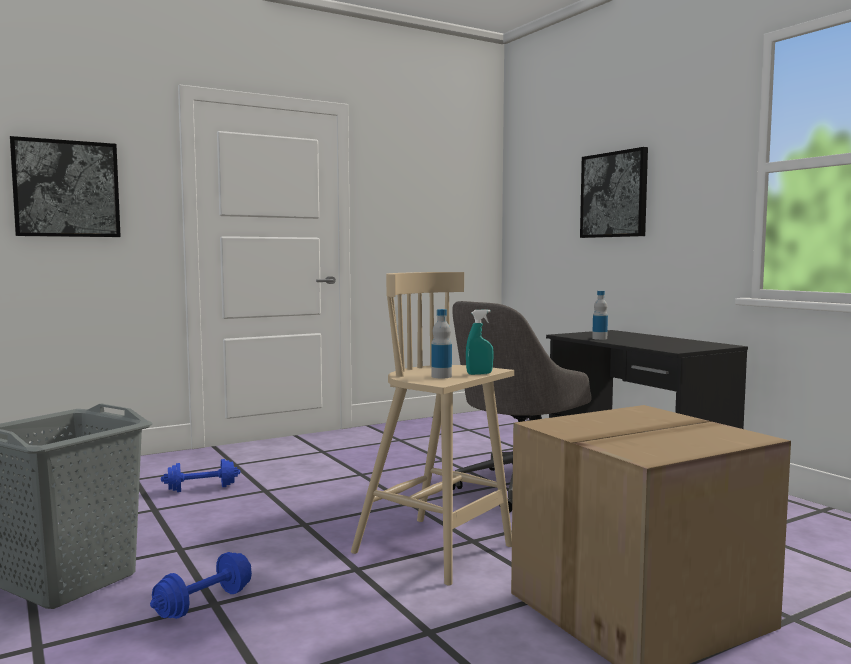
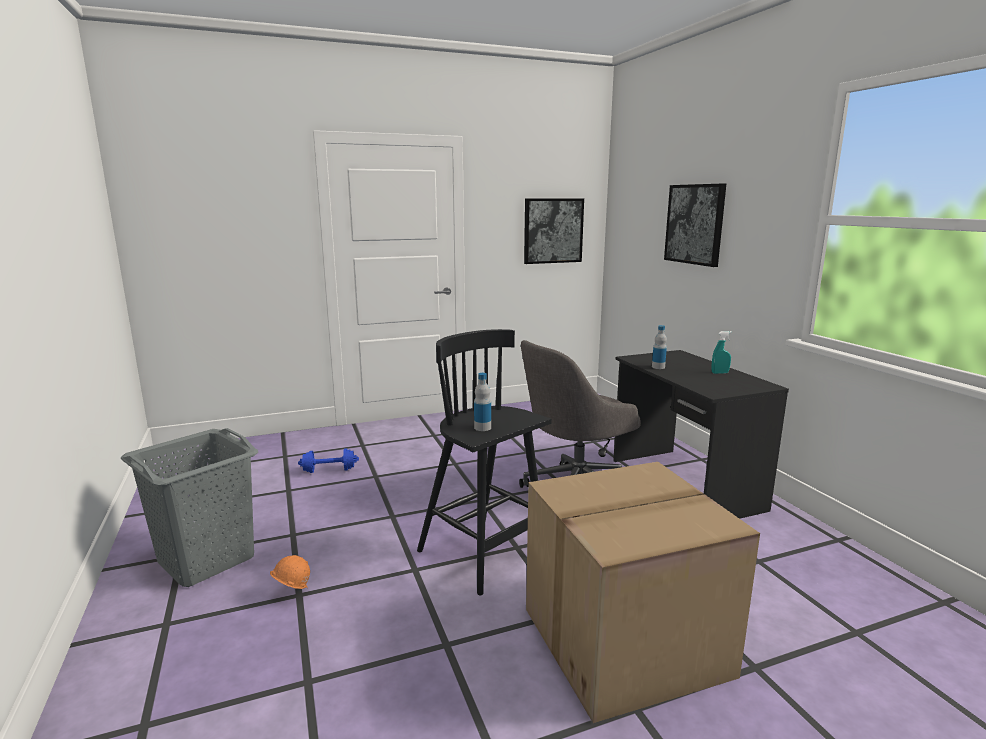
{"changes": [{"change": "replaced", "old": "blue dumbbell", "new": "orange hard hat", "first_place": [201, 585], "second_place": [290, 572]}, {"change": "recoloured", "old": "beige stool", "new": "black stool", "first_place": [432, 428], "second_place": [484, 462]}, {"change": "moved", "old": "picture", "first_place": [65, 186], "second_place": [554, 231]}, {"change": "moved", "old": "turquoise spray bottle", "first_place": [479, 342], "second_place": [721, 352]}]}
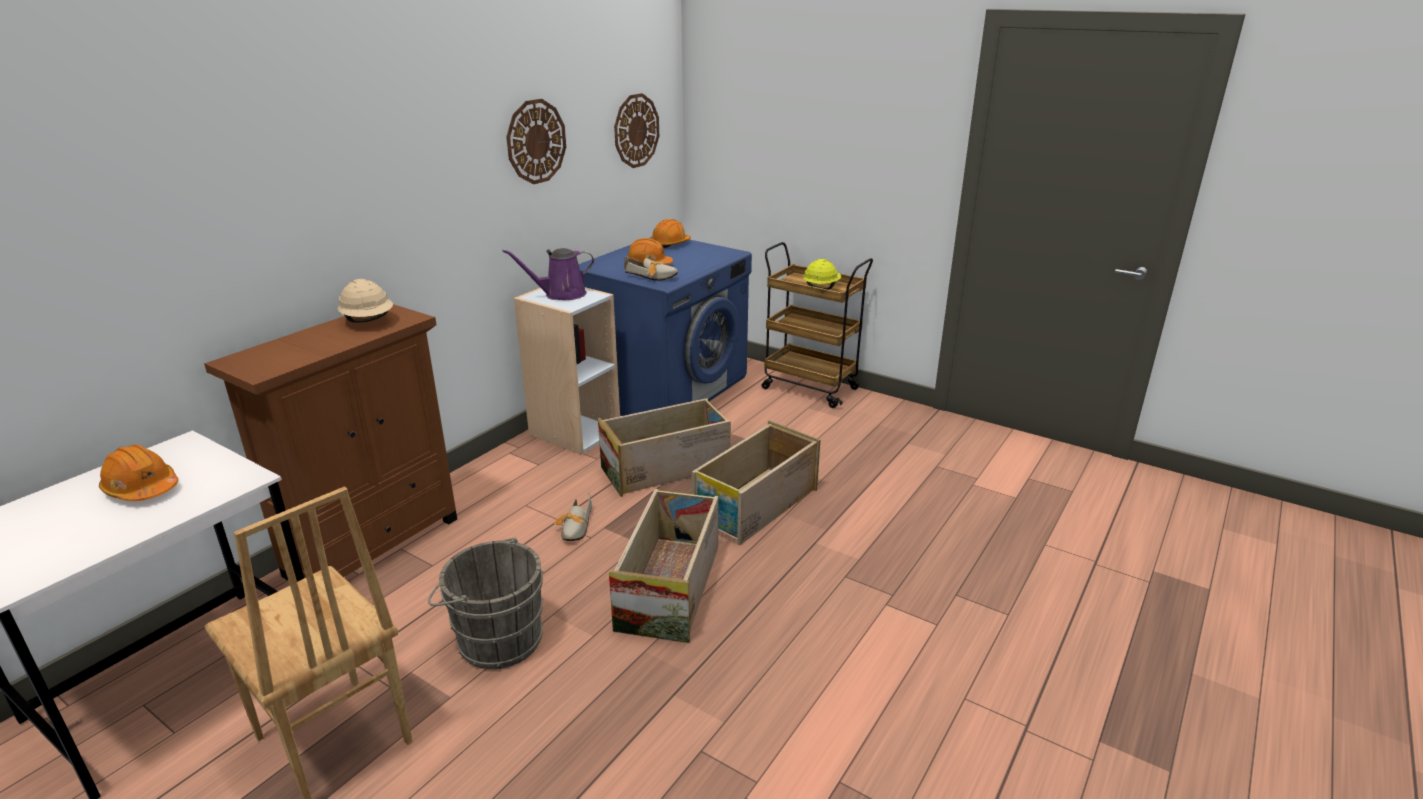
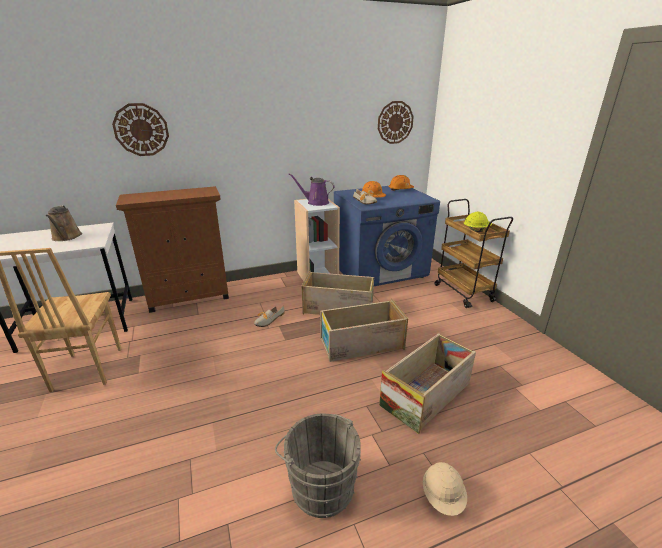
{"changes": [{"change": "replaced", "old": "orange hard hat", "new": "brown watering can", "first_place": [138, 473], "second_place": [64, 223]}, {"change": "moved", "old": "wall clock", "first_place": [536, 141], "second_place": [140, 129]}, {"change": "moved", "old": "grey bucket", "first_place": [485, 603], "second_place": [318, 465]}, {"change": "moved", "old": "crate", "first_place": [663, 566], "second_place": [427, 383]}, {"change": "moved", "old": "beige hard hat", "first_place": [365, 301], "second_place": [445, 489]}]}
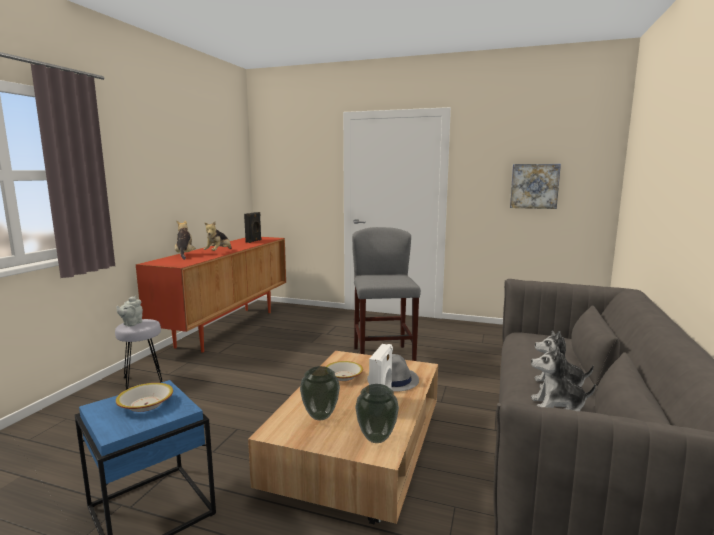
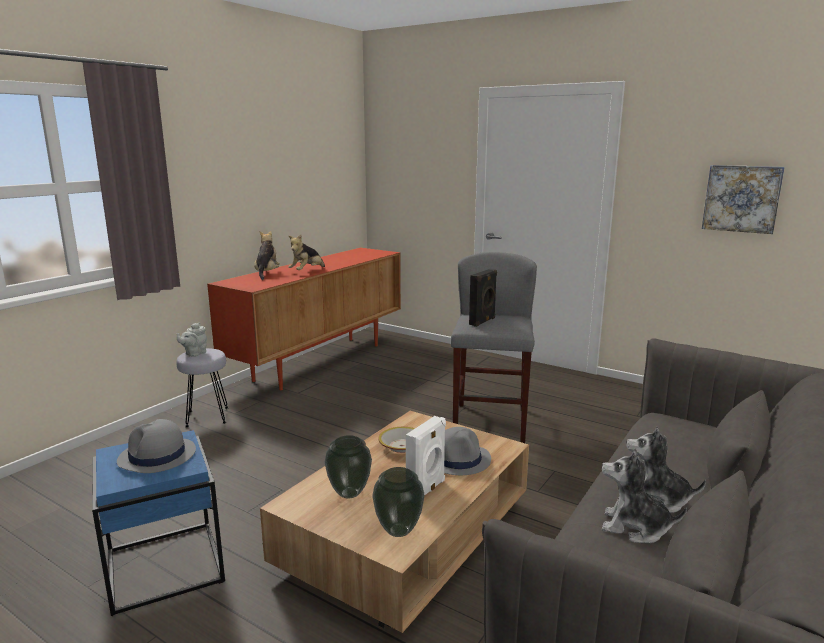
{"changes": [{"change": "replaced", "old": "bowl", "new": "grey hat", "first_place": [144, 397], "second_place": [156, 446]}, {"change": "moved", "old": "black speaker", "first_place": [253, 227], "second_place": [483, 298]}]}
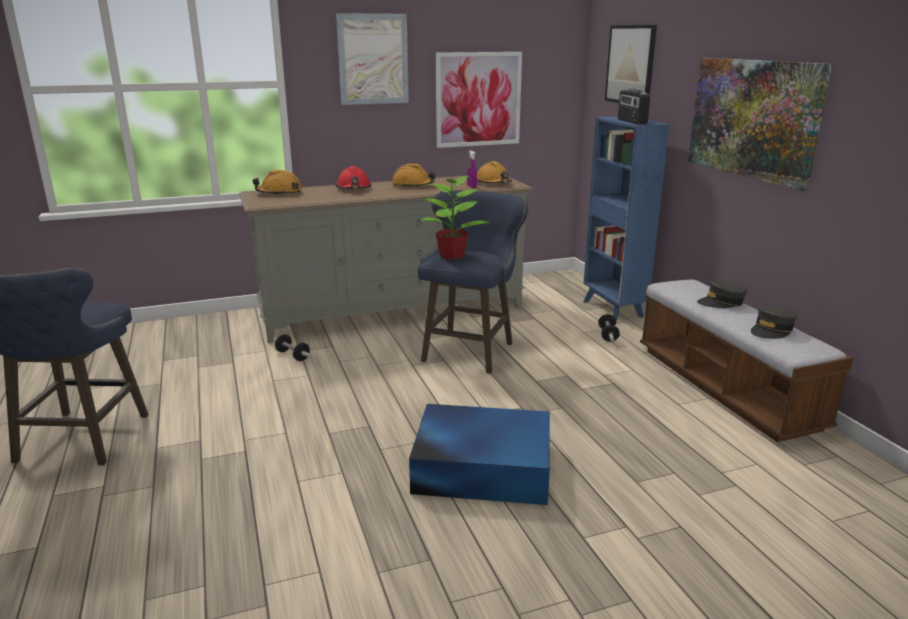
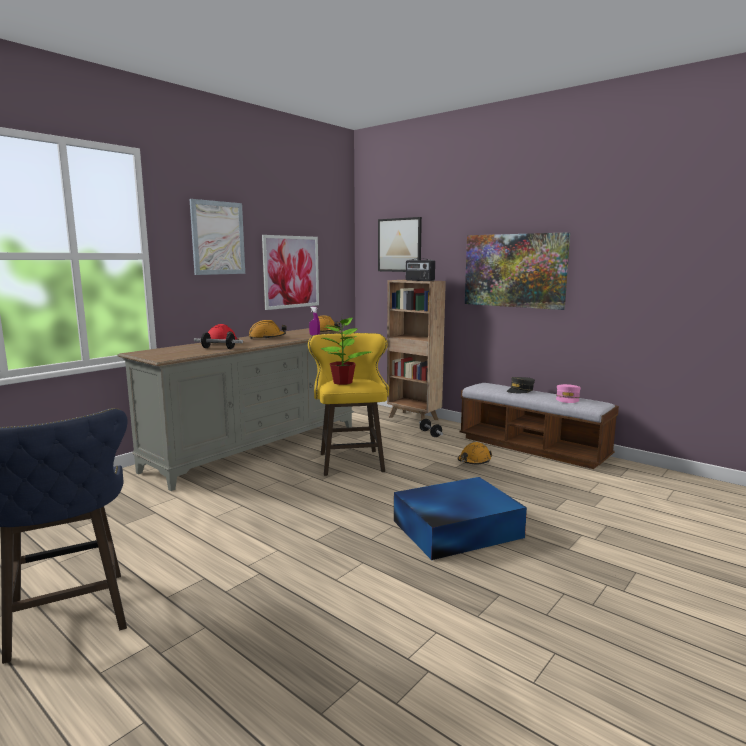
{"changes": [{"change": "moved", "old": "dumbbell", "first_place": [293, 347], "second_place": [218, 340]}, {"change": "recoloured", "old": "blue stool", "new": "yellow stool", "first_place": [473, 282], "second_place": [348, 404]}, {"change": "recoloured", "old": "blue bookcase", "new": "brown bookcase", "first_place": [626, 218], "second_place": [416, 350]}, {"change": "moved", "old": "orange hard hat", "first_place": [277, 182], "second_place": [475, 453]}, {"change": "recoloured", "old": "grey cap", "new": "pink cap", "first_place": [774, 322], "second_place": [568, 393]}]}
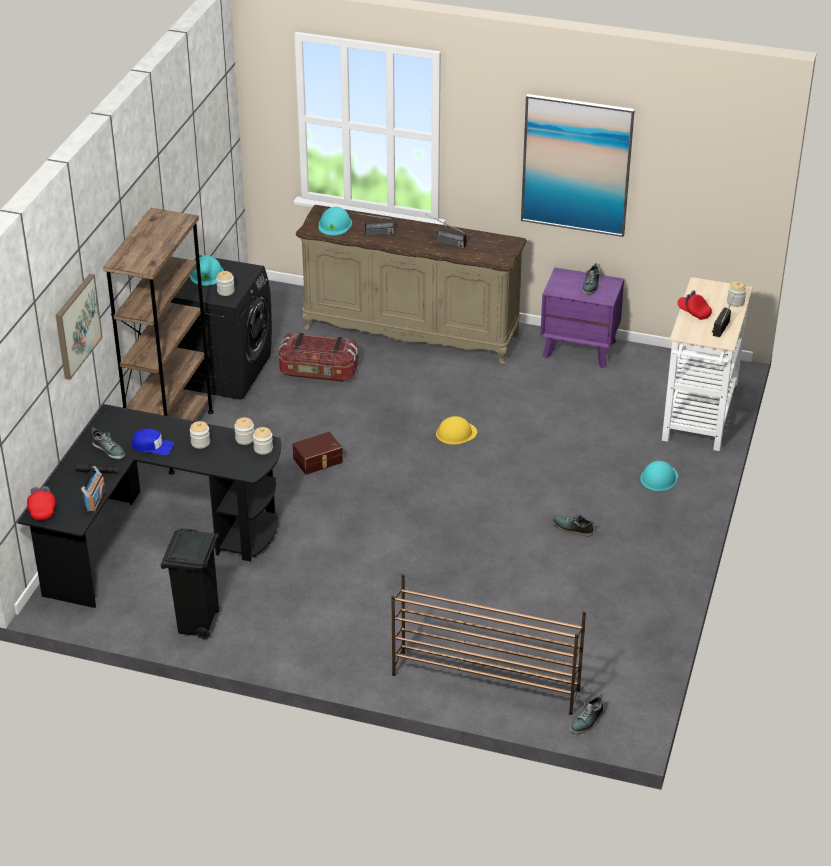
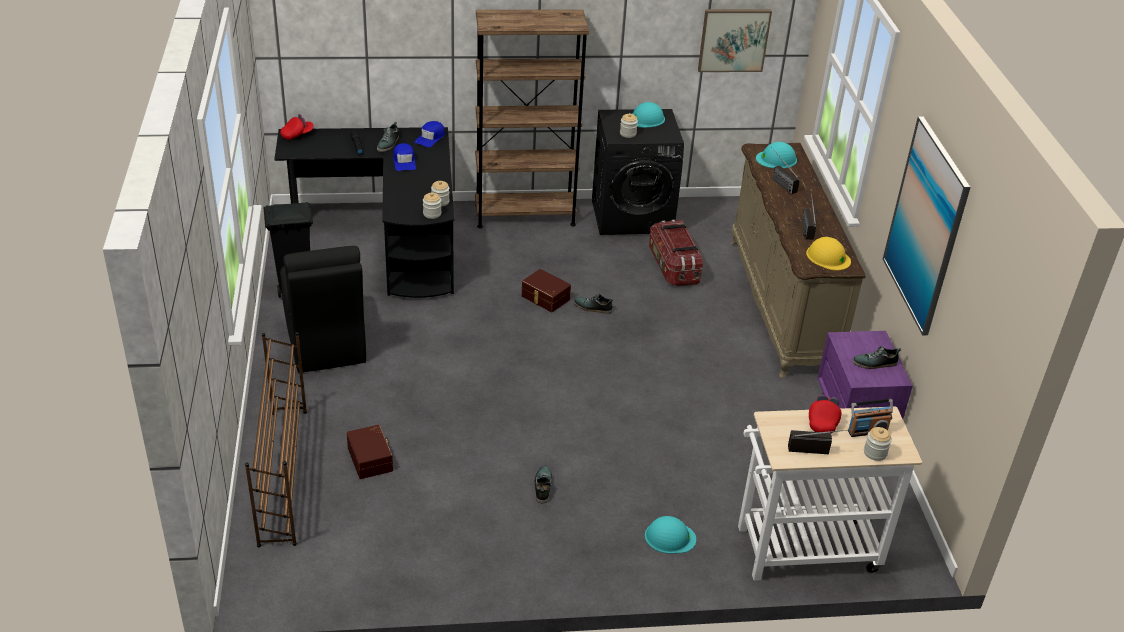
{"changes": [{"change": "added", "new": "black chair", "second_place": [323, 309]}, {"change": "added", "new": "brown storage box", "second_place": [370, 452]}, {"change": "added", "new": "blue cap", "second_place": [430, 134]}, {"change": "moved", "old": "shoe", "first_place": [586, 714], "second_place": [594, 304]}, {"change": "moved", "old": "picture", "first_place": [79, 327], "second_place": [735, 40]}, {"change": "moved", "old": "yellow hard hat", "first_place": [456, 430], "second_place": [828, 254]}, {"change": "moved", "old": "radio", "first_place": [93, 489], "second_place": [870, 418]}, {"change": "removed", "old": "jar", "first_place": [200, 435]}]}
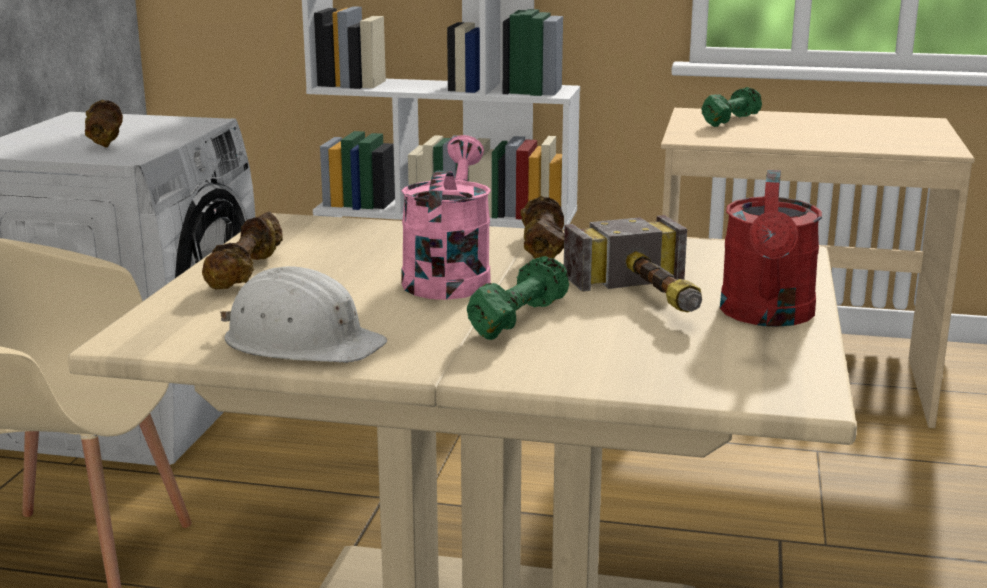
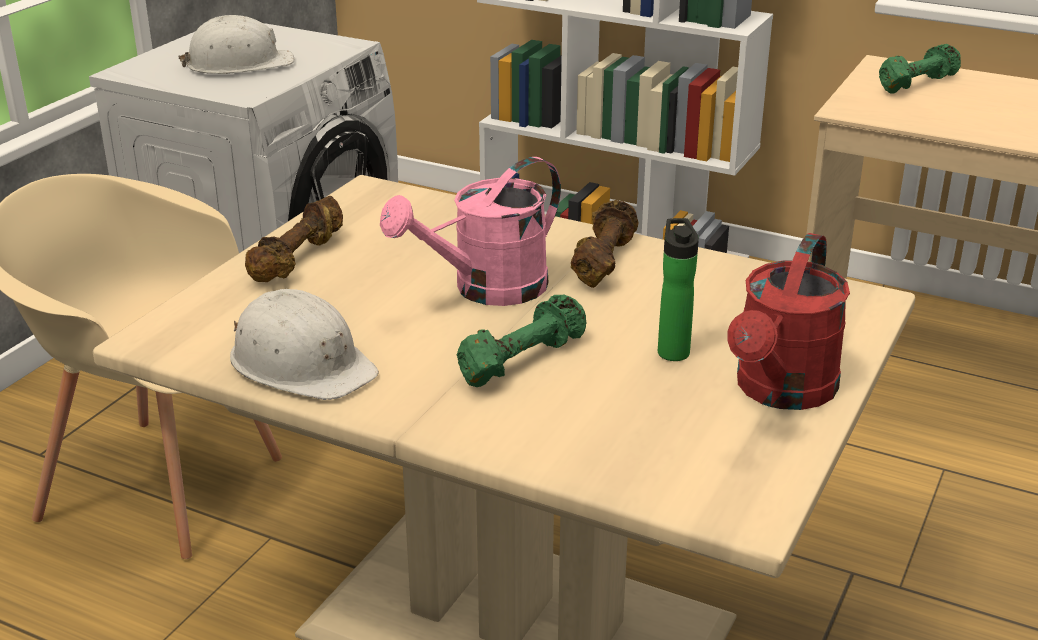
{"changes": [{"change": "replaced", "old": "brown dumbbell", "new": "white hard hat", "first_place": [104, 123], "second_place": [236, 44]}, {"change": "turned", "old": "pink watering can", "first_place": [446, 217], "second_place": [470, 231], "degrees": -150}, {"change": "replaced", "old": "hammer", "new": "bottle", "first_place": [633, 263], "second_place": [678, 289]}]}
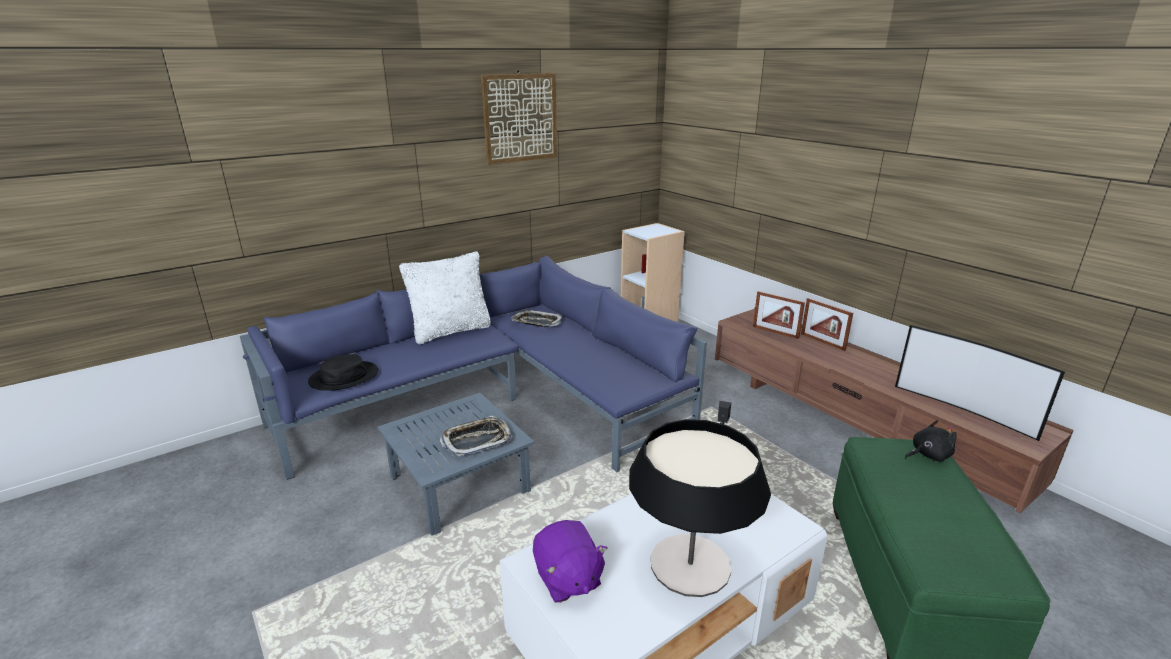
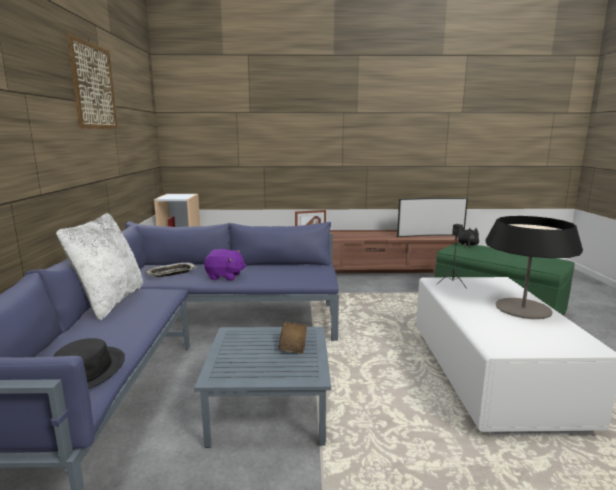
{"changes": [{"change": "moved", "old": "purple plush toy", "first_place": [570, 561], "second_place": [225, 264]}, {"change": "replaced", "old": "tray", "new": "brown book", "first_place": [476, 436], "second_place": [292, 337]}, {"change": "removed", "old": "picture frame", "first_place": [827, 324]}]}
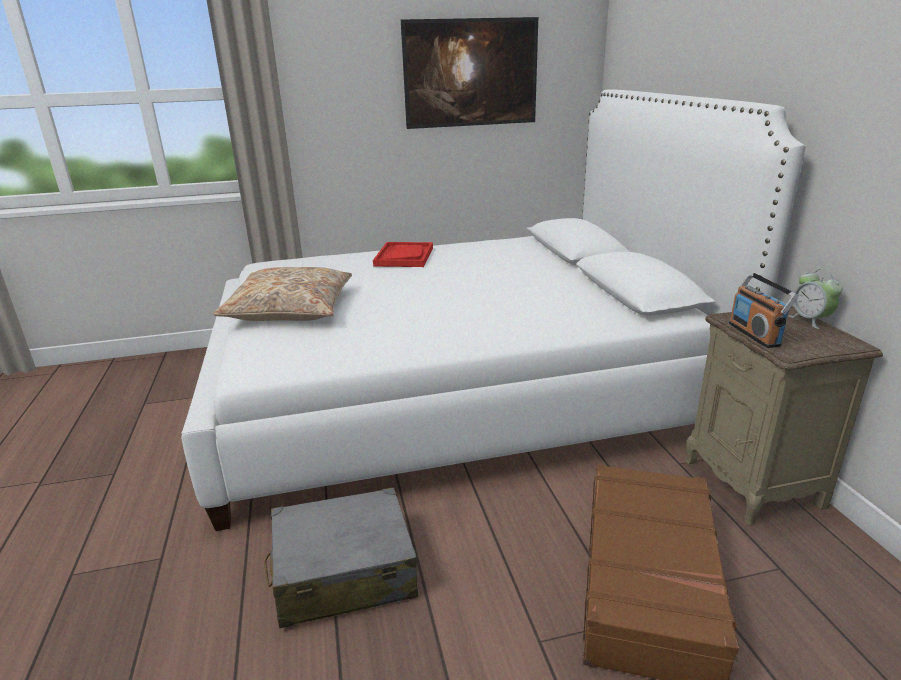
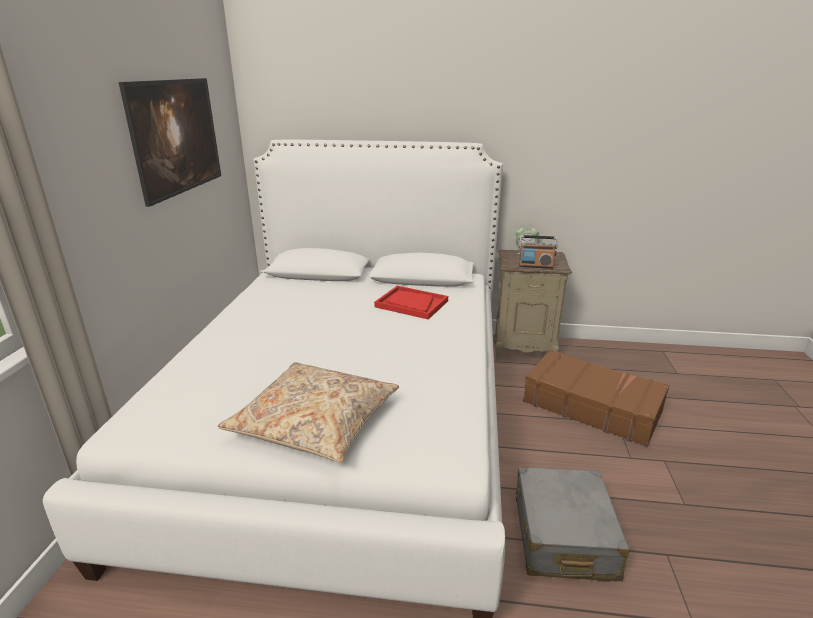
{"changes": [{"change": "moved", "old": "red tray", "first_place": [403, 254], "second_place": [411, 302]}]}
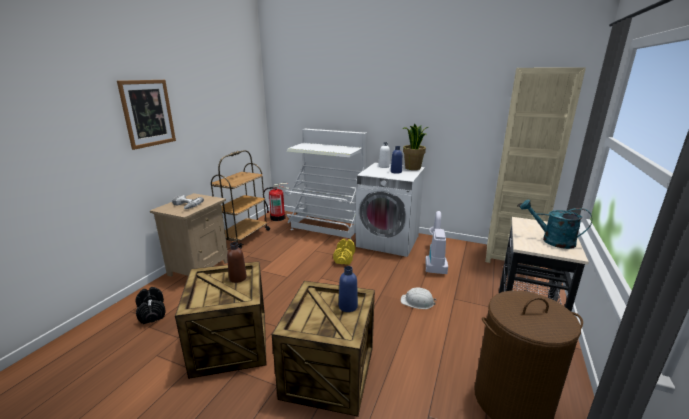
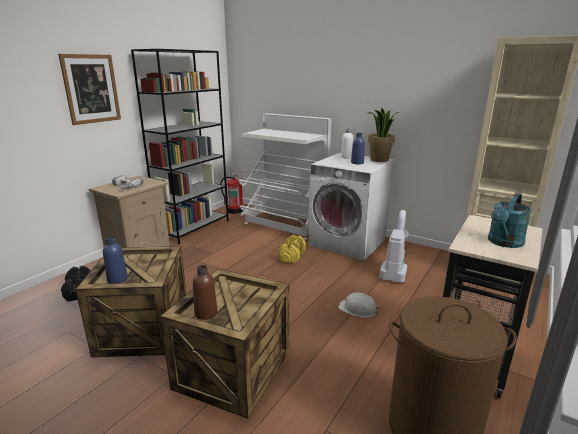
{"changes": [{"change": "moved", "old": "blue bottle", "first_place": [348, 289], "second_place": [115, 259]}, {"change": "replaced", "old": "brown cart", "new": "grey bookcase", "first_place": [240, 199], "second_place": [180, 146]}, {"change": "moved", "old": "brown bottle", "first_place": [237, 262], "second_place": [205, 292]}, {"change": "turned", "old": "turquoise watering can", "first_place": [556, 224], "second_place": [510, 220], "degrees": -90}]}
